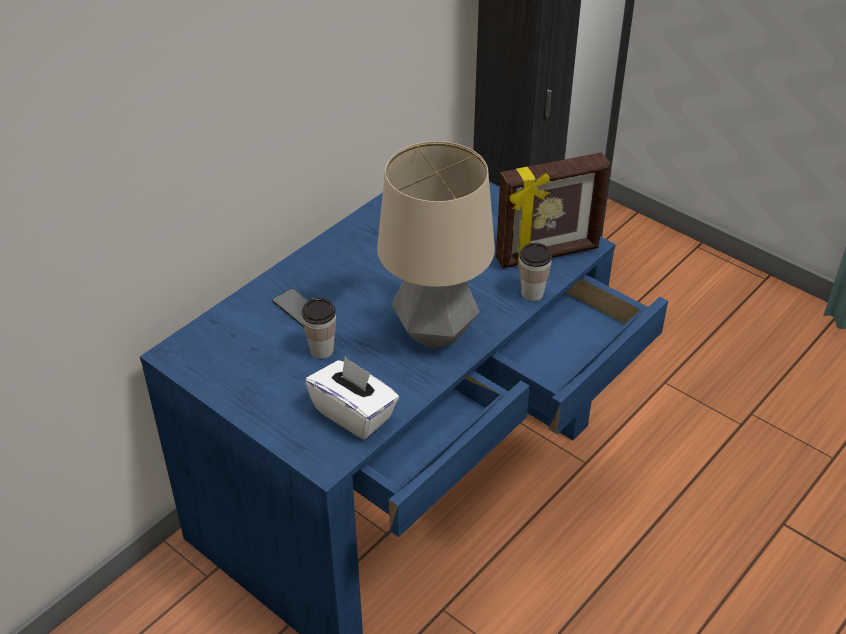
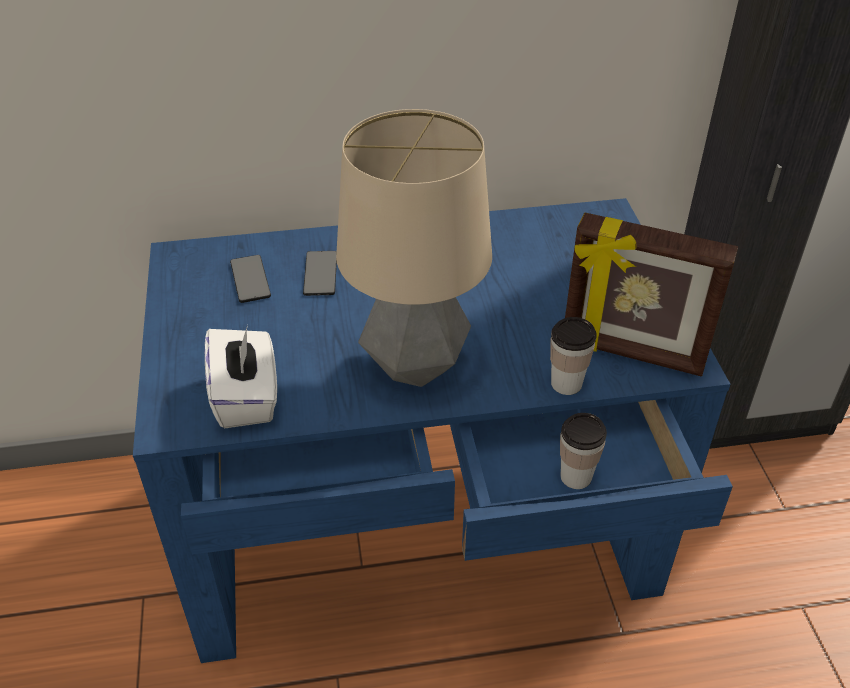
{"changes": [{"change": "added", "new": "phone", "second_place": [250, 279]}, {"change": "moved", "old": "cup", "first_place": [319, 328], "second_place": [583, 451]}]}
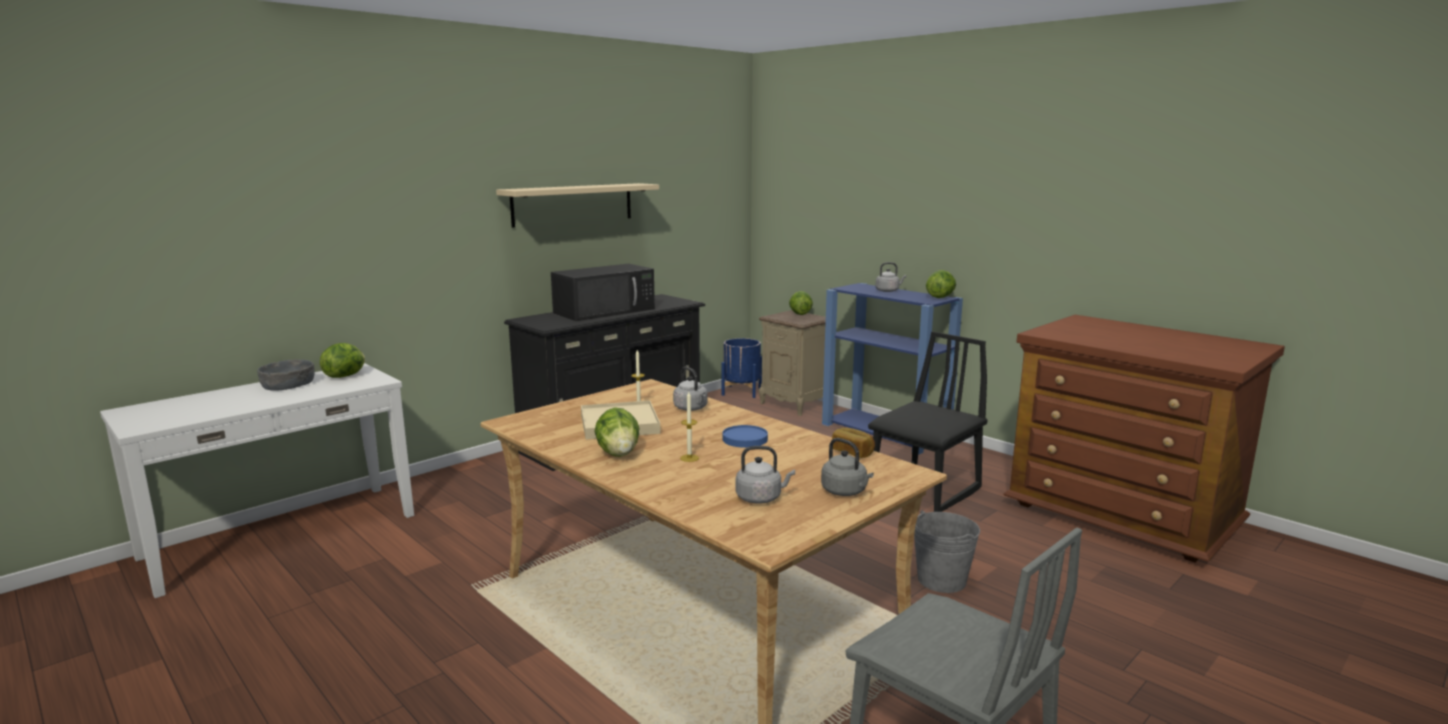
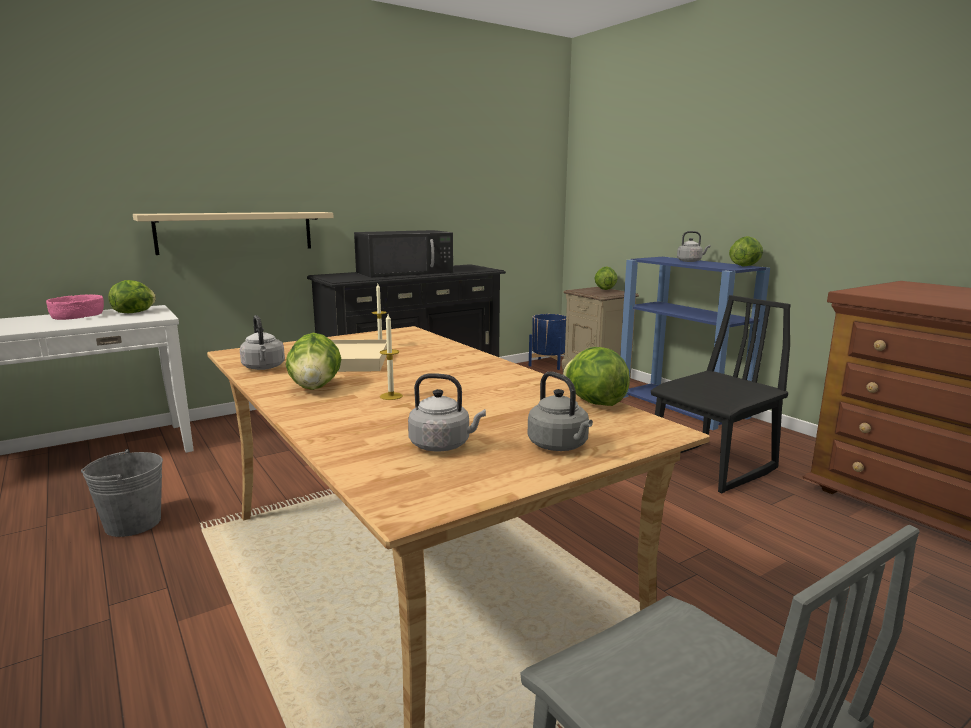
{"changes": [{"change": "recoloured", "old": "grey bowl", "new": "pink bowl", "first_place": [285, 375], "second_place": [75, 307]}, {"change": "moved", "old": "grey bucket", "first_place": [947, 551], "second_place": [122, 493]}, {"change": "moved", "old": "beige shelf", "first_place": [577, 205], "second_place": [233, 233]}, {"change": "moved", "old": "grey kettle", "first_place": [690, 389], "second_place": [262, 342]}, {"change": "replaced", "old": "bread", "new": "lettuce", "first_place": [853, 443], "second_place": [596, 376]}, {"change": "removed", "old": "blue plate", "first_place": [745, 436]}]}
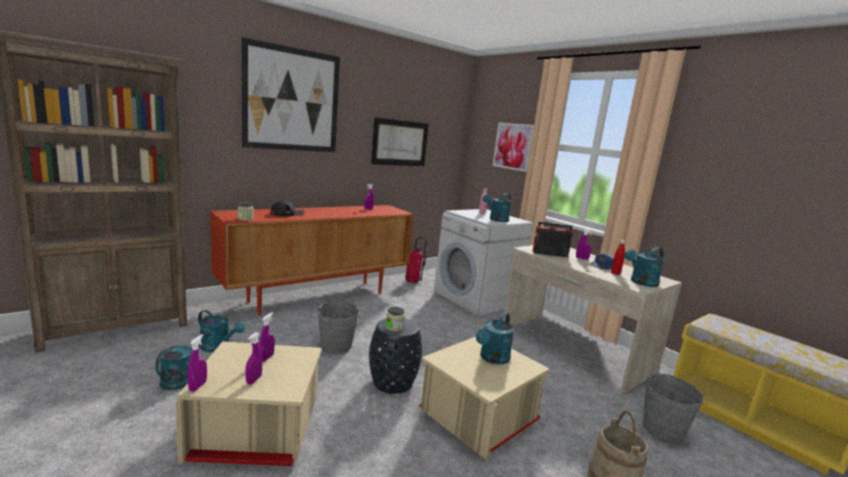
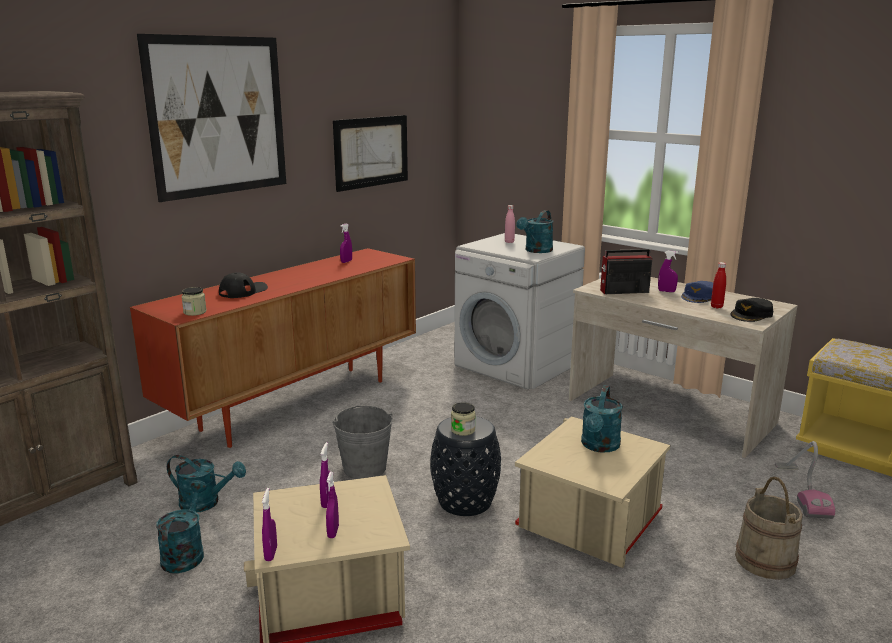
{"changes": [{"change": "replaced", "old": "turquoise watering can", "new": "black cap", "first_place": [644, 267], "second_place": [751, 310]}, {"change": "replaced", "old": "grey bucket", "new": "vacuum cleaner", "first_place": [673, 408], "second_place": [805, 480]}, {"change": "removed", "old": "fire extinguisher", "first_place": [416, 260]}, {"change": "removed", "old": "picture", "first_place": [513, 147]}]}
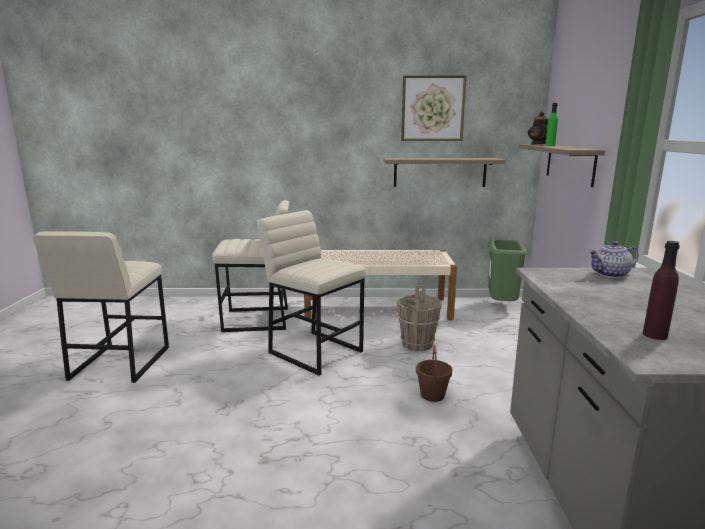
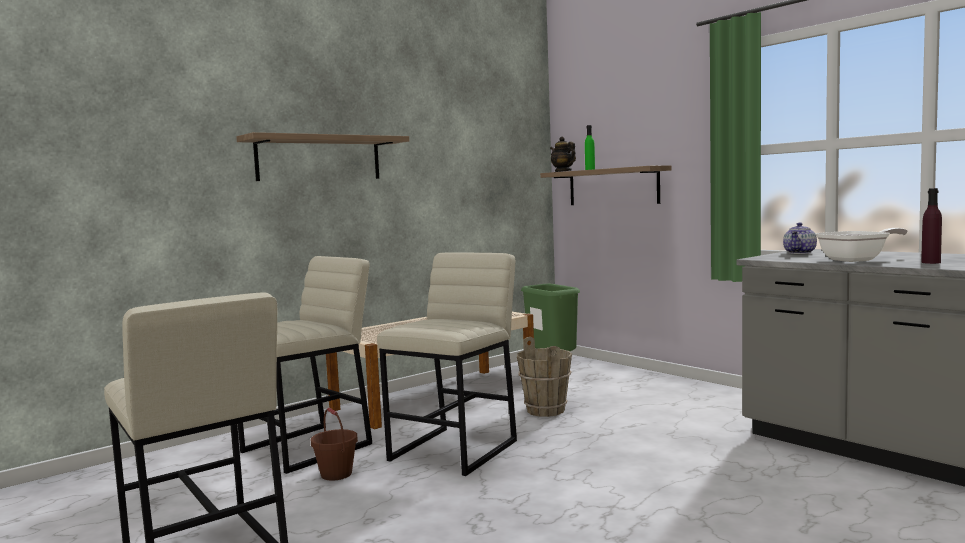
{"changes": [{"change": "moved", "old": "shelf", "first_place": [445, 172], "second_place": [322, 156]}, {"change": "moved", "old": "brown bucket", "first_place": [434, 373], "second_place": [334, 444]}, {"change": "turned", "old": "beige chair", "first_place": [311, 293], "second_place": [447, 364], "degrees": 120}, {"change": "added", "new": "frying pan", "second_place": [861, 245]}, {"change": "removed", "old": "picture", "first_place": [433, 108]}]}
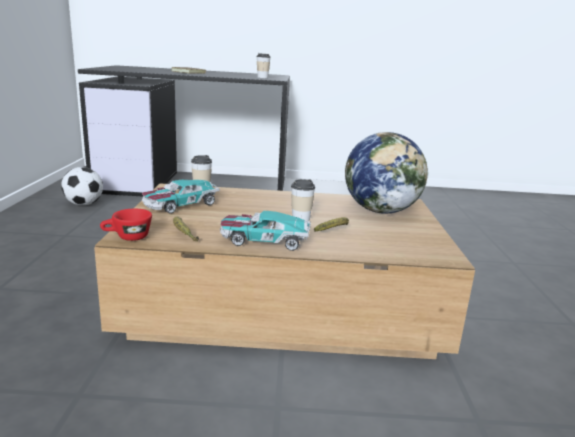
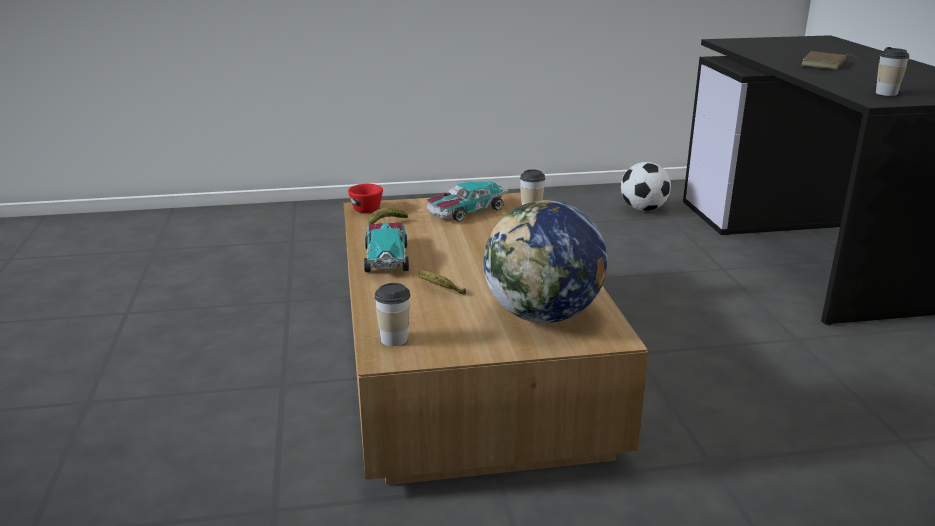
{"changes": [{"change": "moved", "old": "cup", "first_place": [303, 200], "second_place": [392, 314]}, {"change": "turned", "old": "toy car", "first_place": [181, 196], "second_place": [467, 201], "degrees": -75}]}
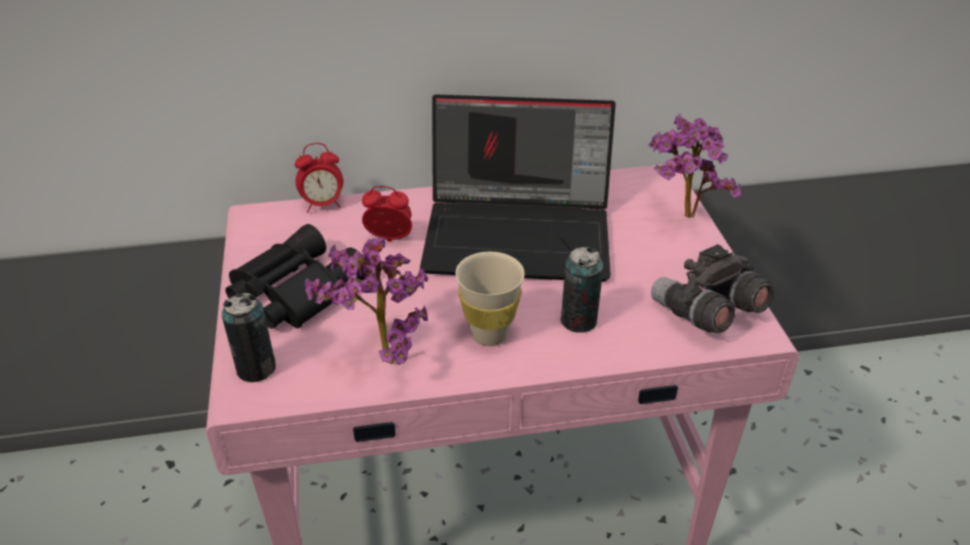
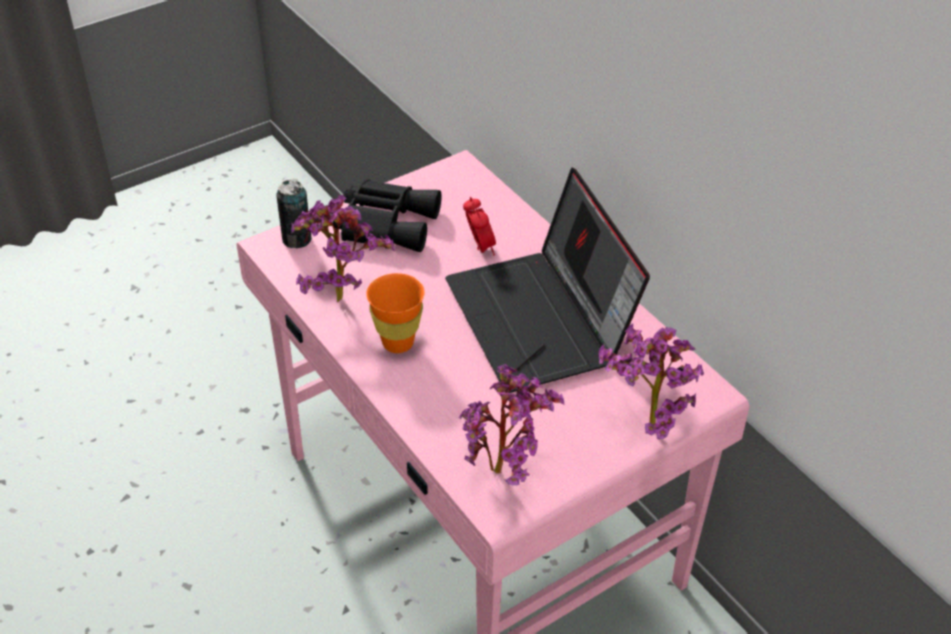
{"changes": [{"change": "recoloured", "old": "beige cup", "new": "orange cup", "first_place": [490, 299], "second_place": [395, 313]}, {"change": "replaced", "old": "grey binoculars", "new": "potted plant", "first_place": [712, 288], "second_place": [511, 424]}, {"change": "removed", "old": "alarm clock", "first_place": [319, 177]}, {"change": "removed", "old": "can", "first_place": [581, 290]}]}
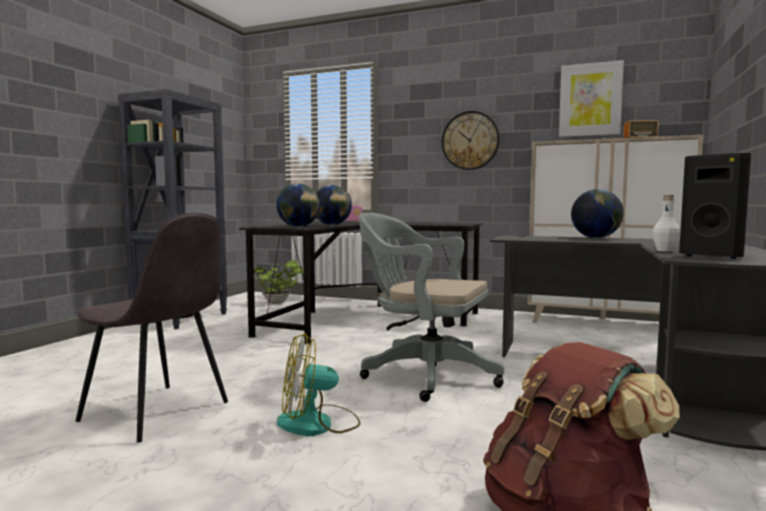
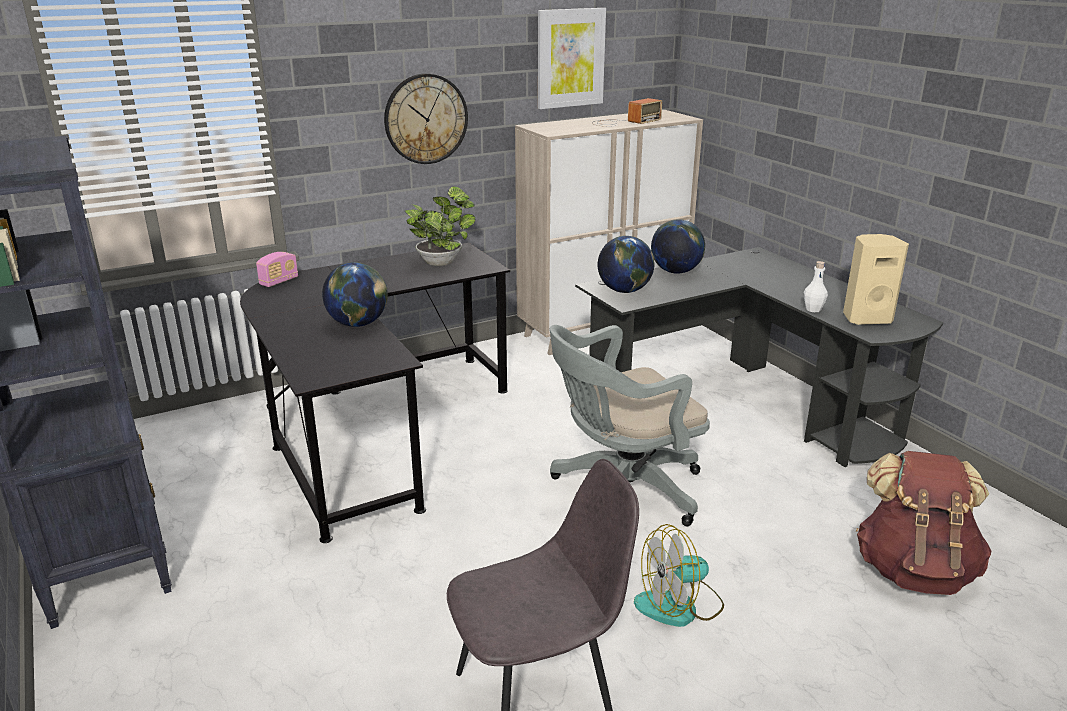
{"changes": [{"change": "moved", "old": "potted plant", "first_place": [279, 282], "second_place": [440, 226]}, {"change": "moved", "old": "globe", "first_place": [298, 205], "second_place": [626, 264]}, {"change": "turned", "old": "fan", "first_place": [318, 384], "second_place": [679, 575], "degrees": 45}, {"change": "recoloured", "old": "black speaker", "new": "beige speaker", "first_place": [715, 206], "second_place": [876, 279]}]}
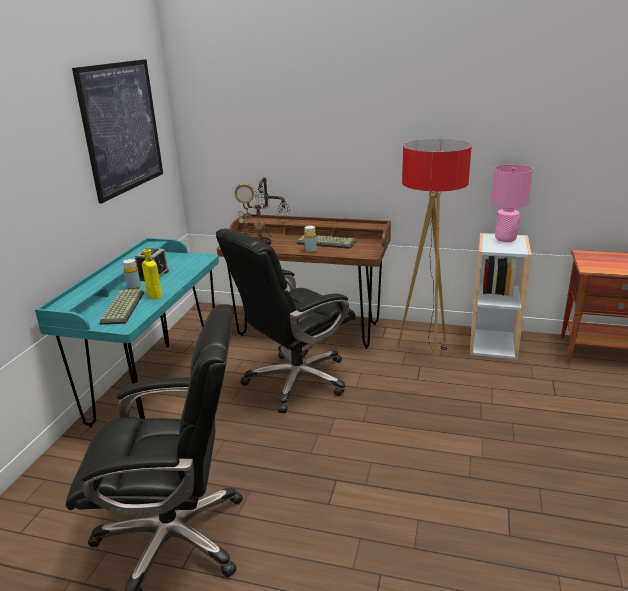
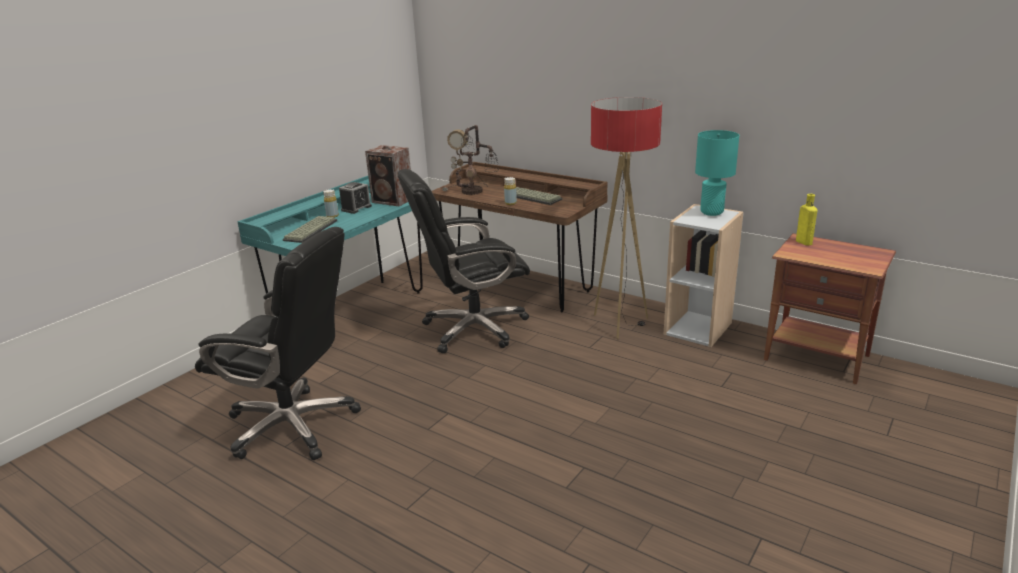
{"changes": [{"change": "added", "new": "speaker", "second_place": [388, 175]}, {"change": "recoloured", "old": "pink table lamp", "new": "turquoise table lamp", "first_place": [512, 203], "second_place": [717, 173]}, {"change": "moved", "old": "yellow bottle", "first_place": [152, 274], "second_place": [806, 219]}, {"change": "removed", "old": "picture", "first_place": [117, 131]}]}
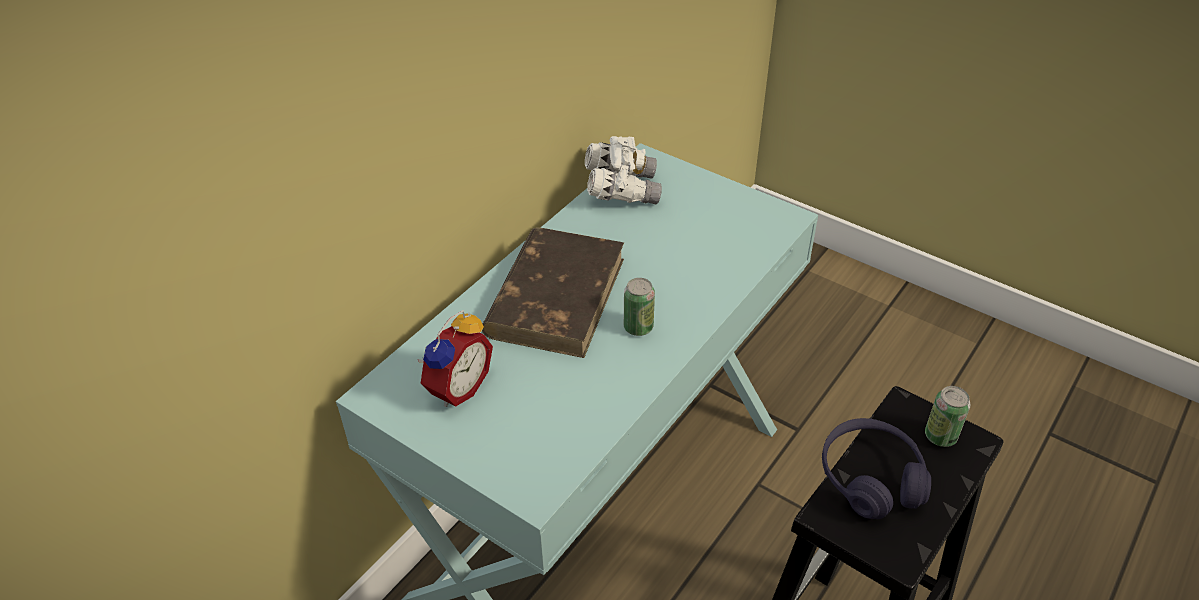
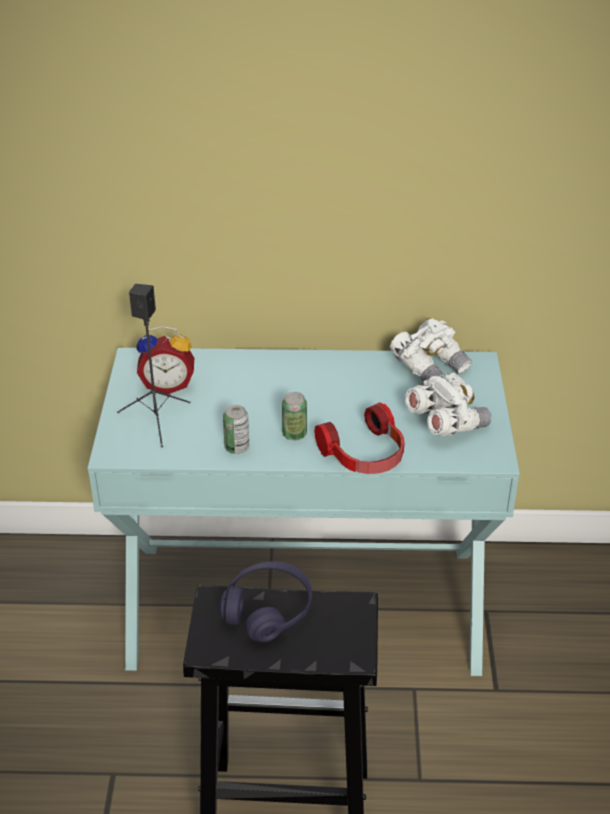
{"changes": [{"change": "added", "new": "black speaker", "second_place": [154, 366]}, {"change": "moved", "old": "can", "first_place": [948, 416], "second_place": [236, 429]}, {"change": "added", "new": "headphones", "second_place": [359, 438]}, {"change": "added", "new": "white binoculars", "second_place": [448, 404]}, {"change": "removed", "old": "brown book", "first_place": [553, 292]}]}
